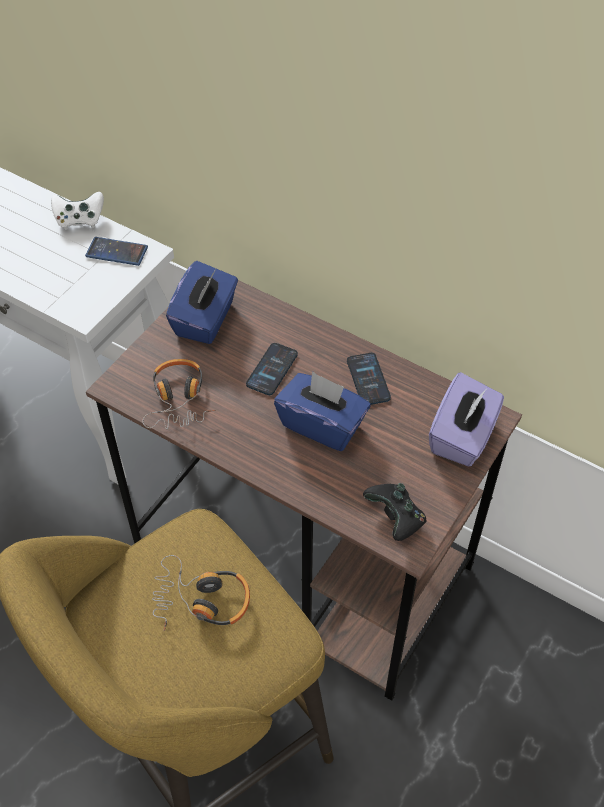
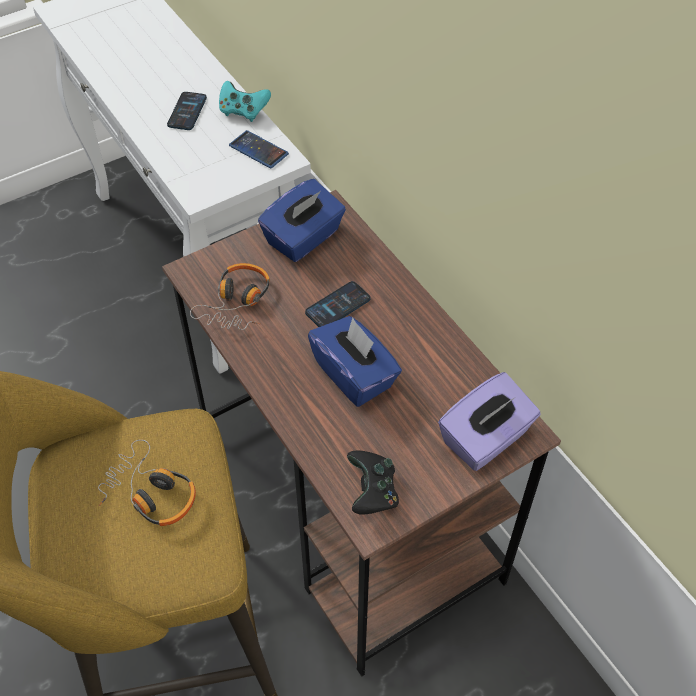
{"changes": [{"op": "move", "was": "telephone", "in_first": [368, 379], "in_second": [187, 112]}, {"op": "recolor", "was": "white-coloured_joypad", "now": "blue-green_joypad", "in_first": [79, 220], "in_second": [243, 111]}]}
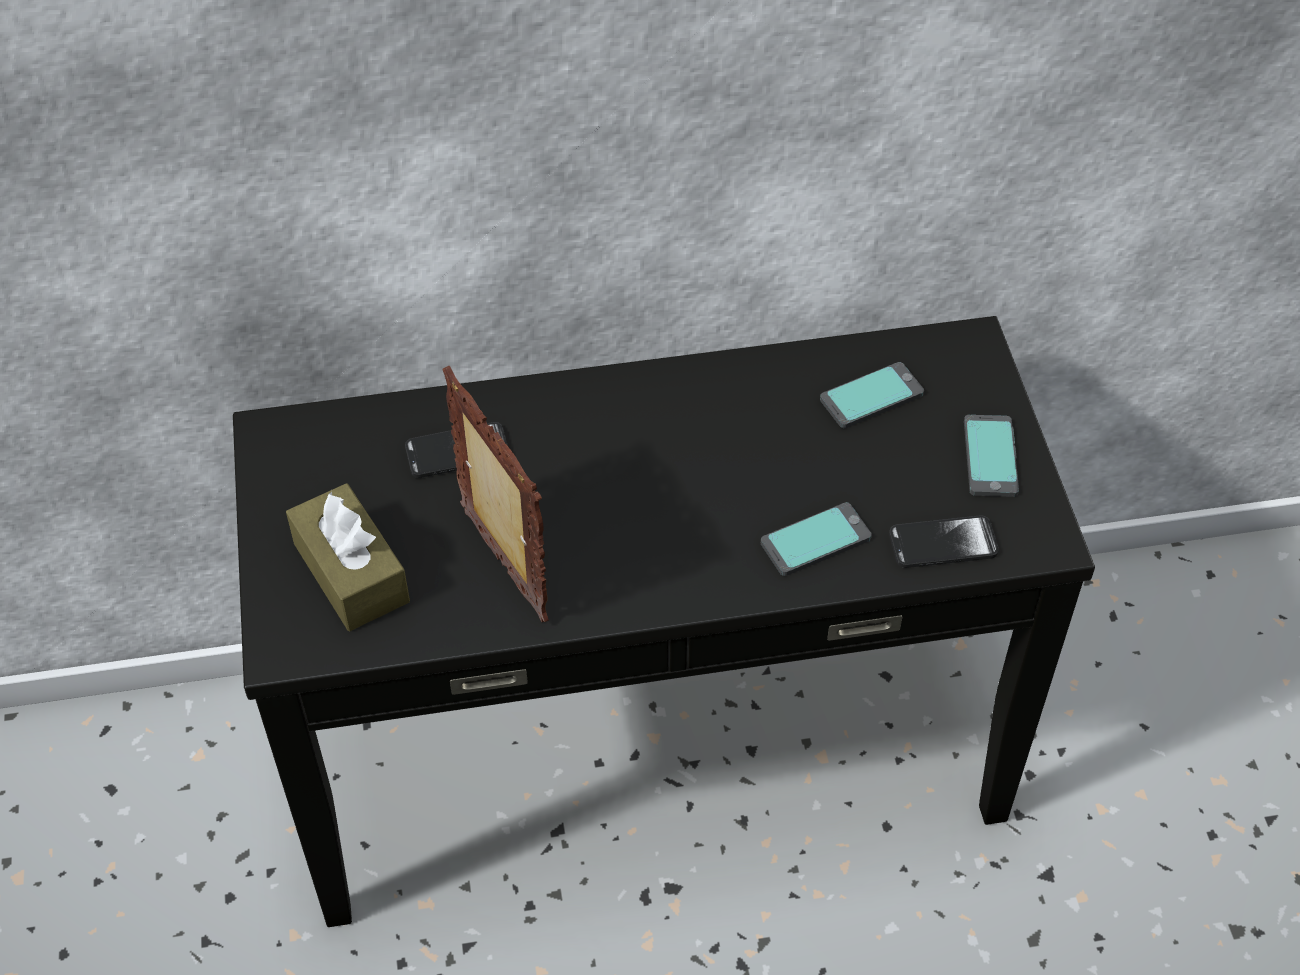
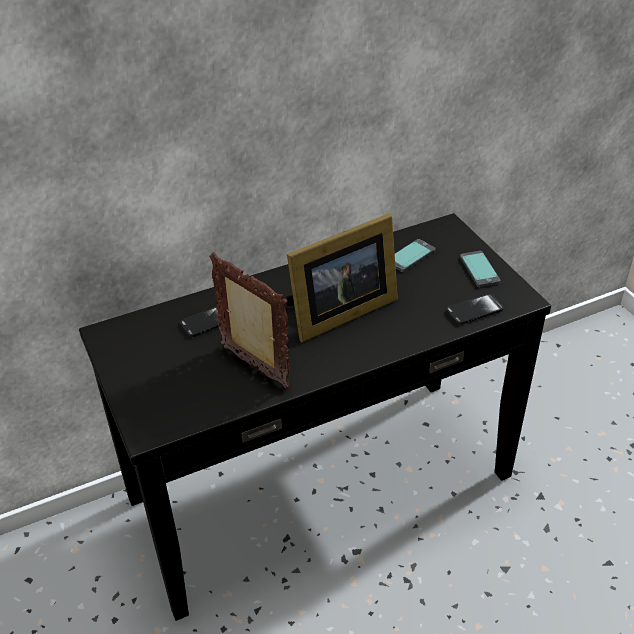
{"changes": [{"op": "delete", "was": "brown-coloured_tissue_box", "in_first": [351, 573]}, {"op": "delete", "was": "telephone", "in_first": [815, 540]}, {"op": "insert", "now": "standing_frame", "in_second": [338, 313]}]}
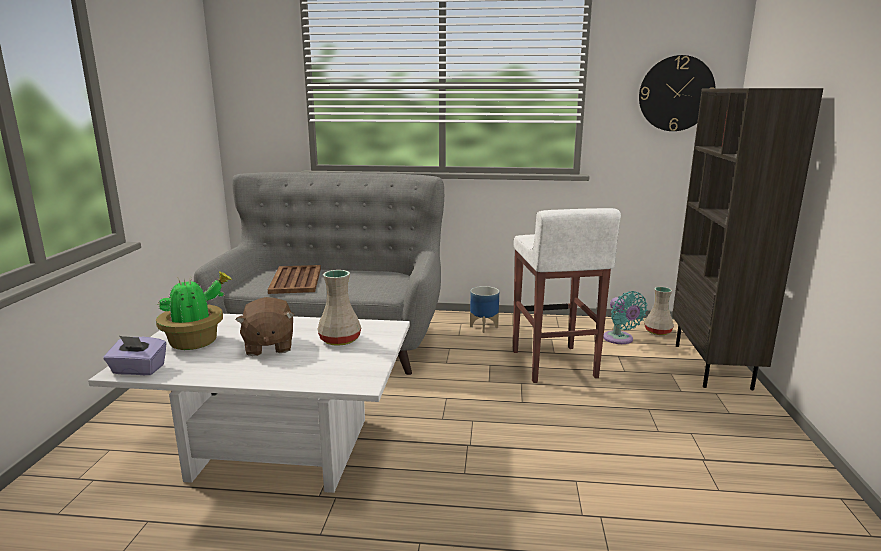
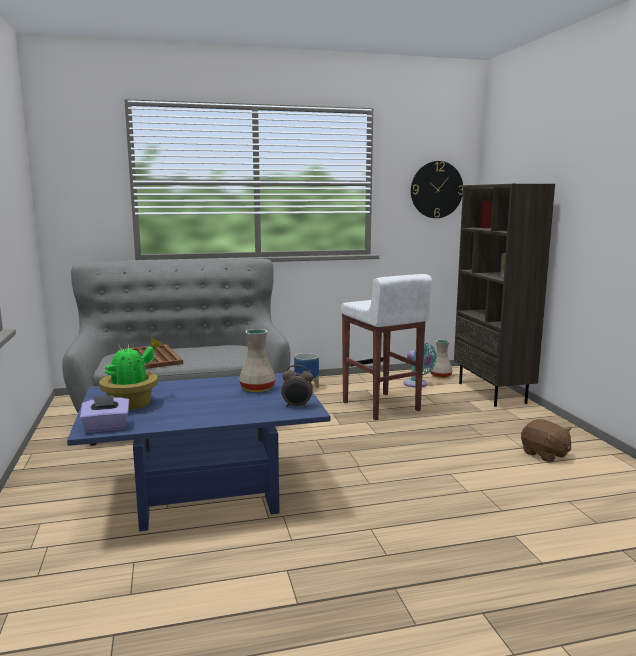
{"changes": [{"op": "insert", "now": "alarm_clock", "in_second": [297, 406]}, {"op": "move", "was": "brown-coloured_cuddly_toy", "in_first": [268, 346], "in_second": [544, 454]}, {"op": "recolor", "was": "white-coloured_lounge_table", "now": "bluish_lounge_table", "in_first": [277, 451], "in_second": [205, 496]}]}
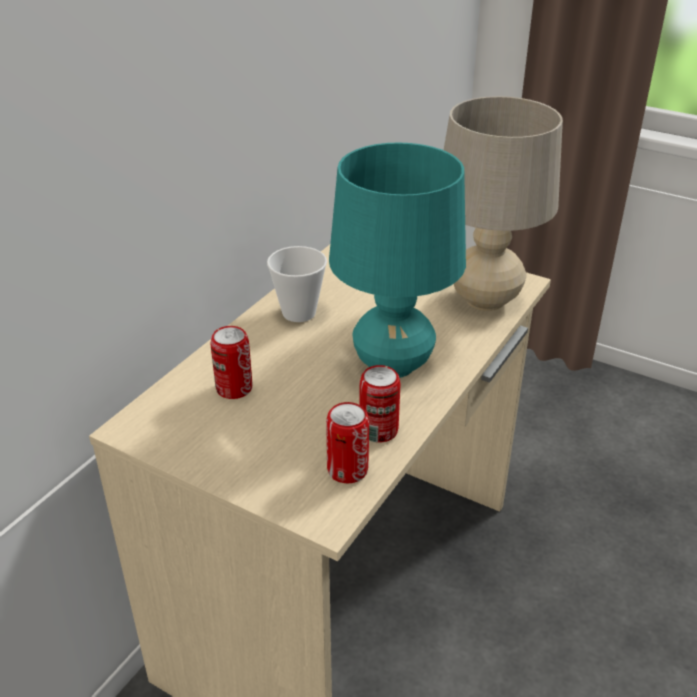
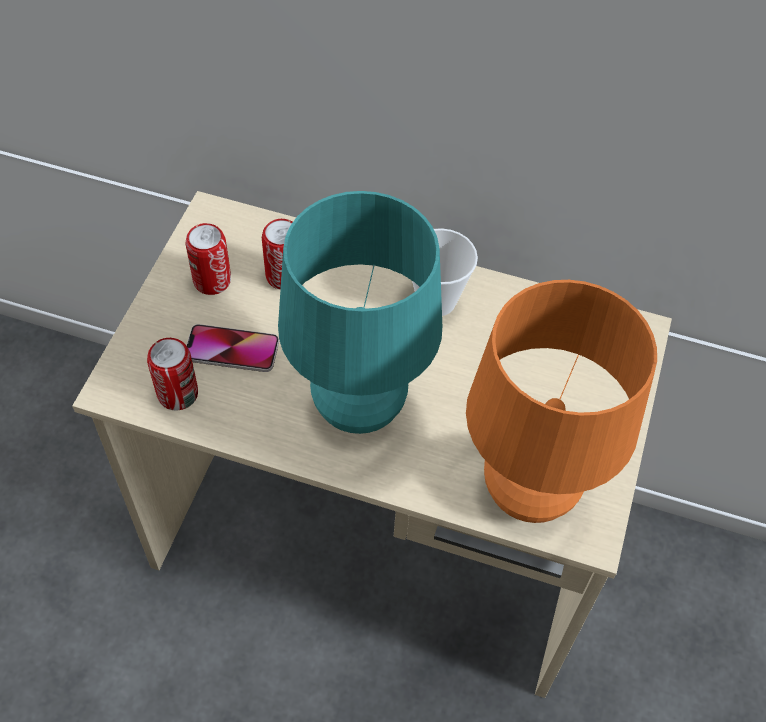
{"changes": [{"op": "insert", "now": "telephone", "in_second": [232, 349]}, {"op": "move", "was": "metal_can", "in_first": [378, 430], "in_second": [212, 281]}, {"op": "recolor", "was": "beige-coloured_table_lamp", "now": "orangey_table_lamp", "in_first": [485, 300], "in_second": [528, 491]}]}
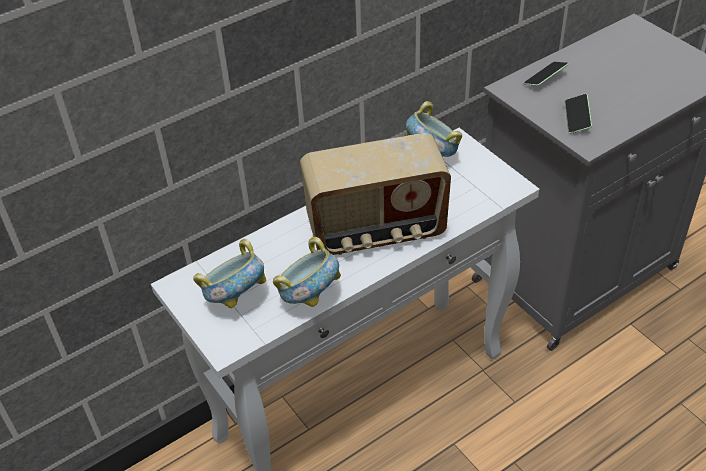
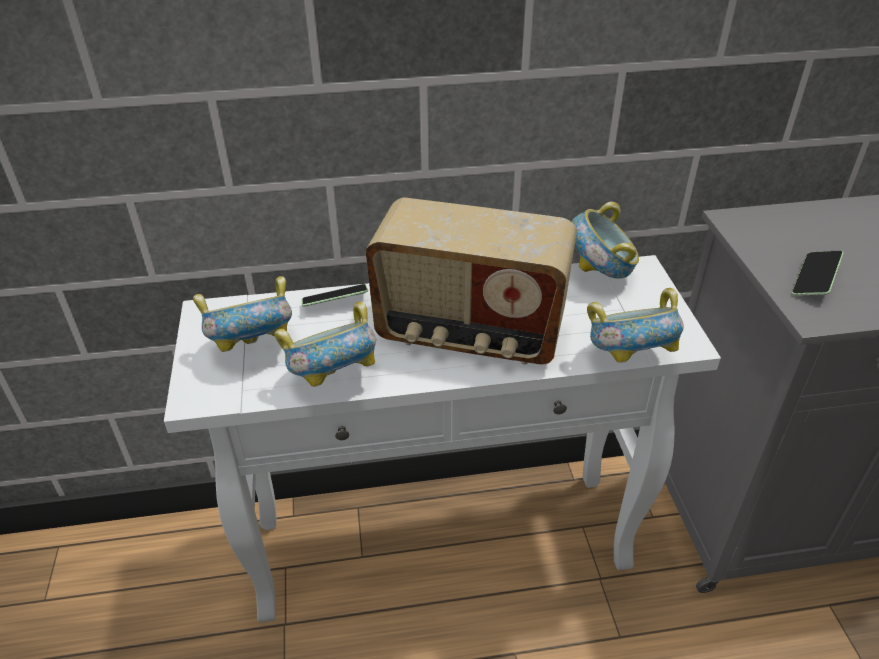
{"changes": [{"op": "insert", "now": "serving_bowl", "in_second": [629, 359]}, {"op": "move", "was": "telephone", "in_first": [545, 79], "in_second": [335, 303]}]}
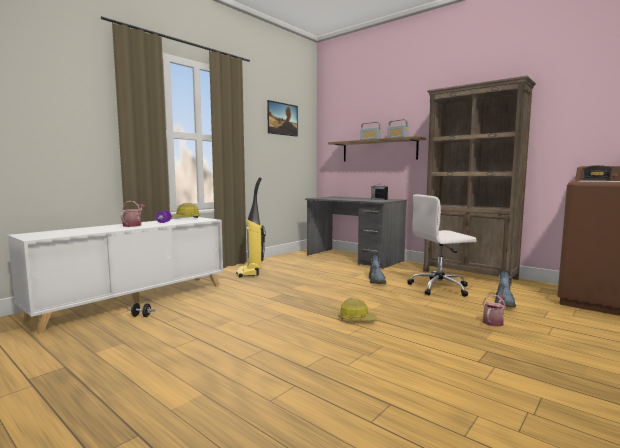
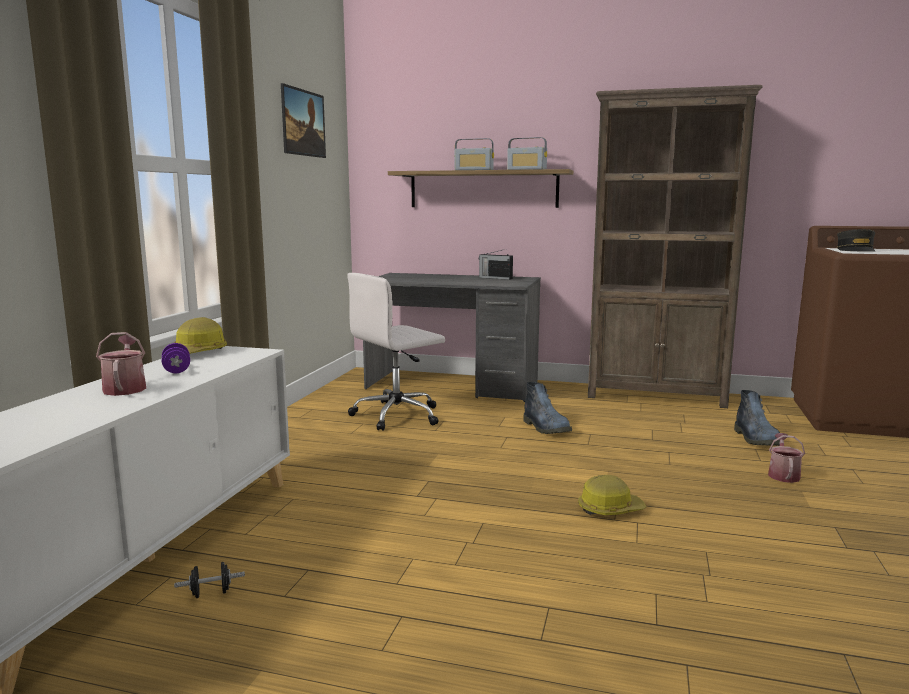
{"changes": [{"op": "delete", "was": "vacuum", "in_first": [250, 273]}, {"op": "move", "was": "white-coloured_computer_chair", "in_first": [440, 288], "in_second": [398, 415]}]}
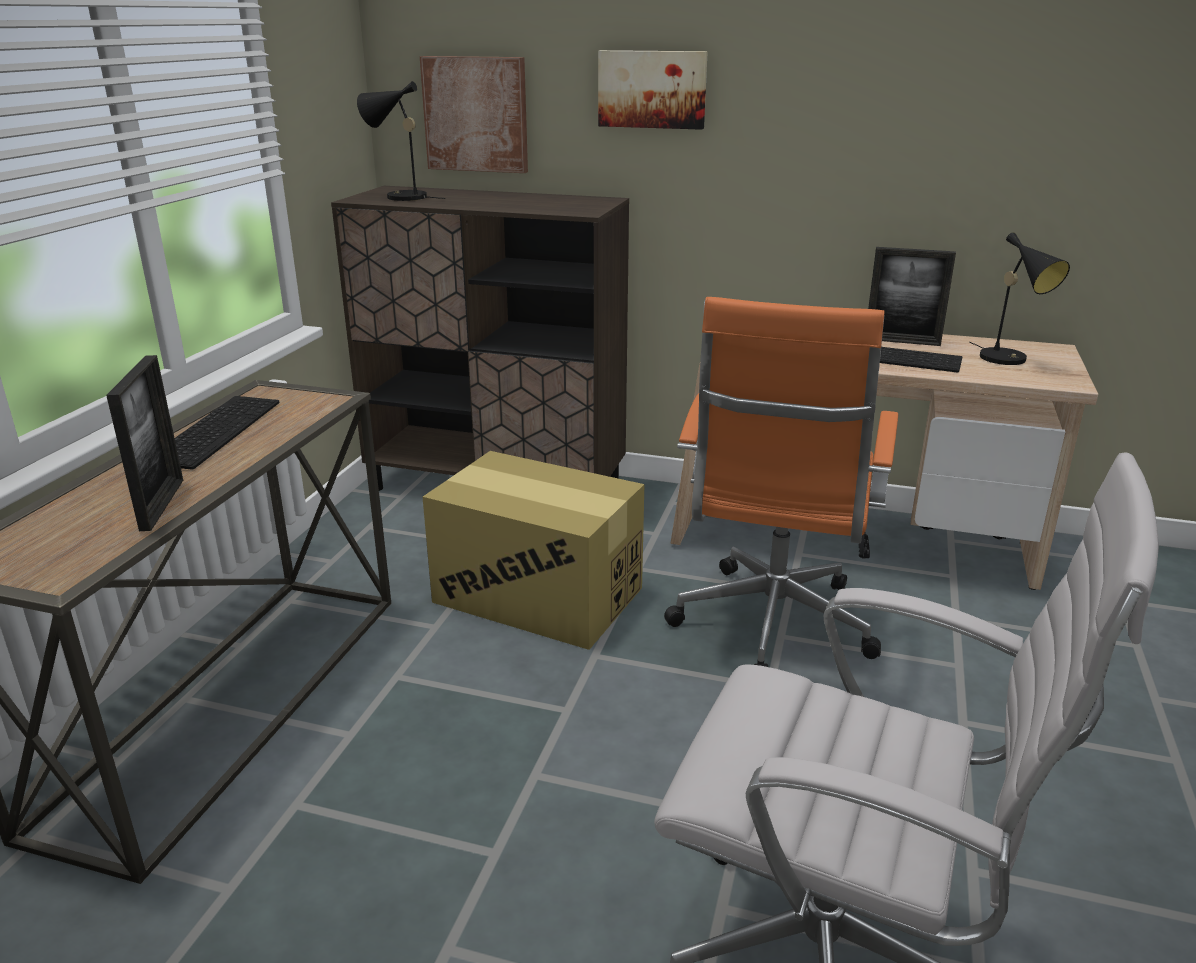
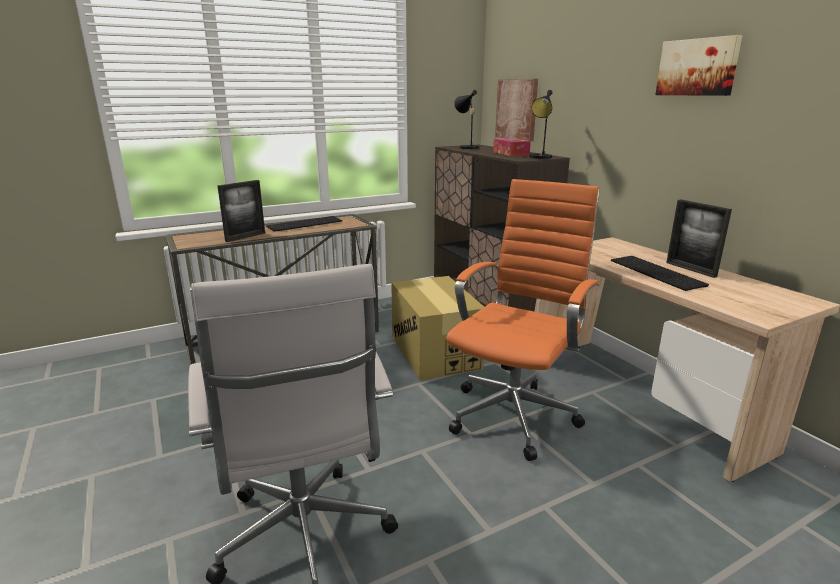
{"changes": [{"op": "insert", "now": "tissue_box", "in_second": [510, 153]}, {"op": "move", "was": "wall_art", "in_first": [652, 89], "in_second": [698, 67]}, {"op": "move", "was": "blackish_table_lamp", "in_first": [1009, 360], "in_second": [540, 157]}, {"op": "rotate", "was": "orangey_computer_chair", "in_first": [771, 629], "in_second": [515, 413], "clockwise": 150}]}
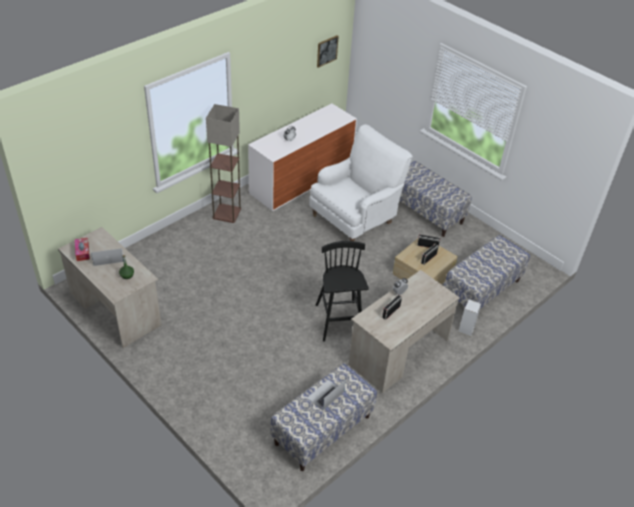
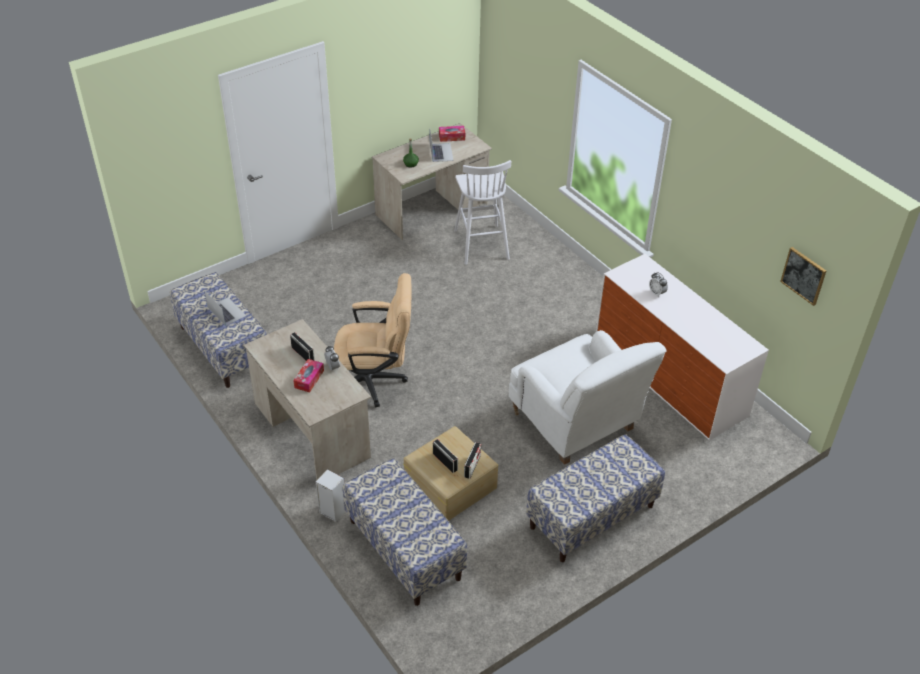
{"changes": [{"op": "delete", "was": "standard_lamp", "in_first": [226, 213]}, {"op": "insert", "now": "tissue_box", "in_second": [309, 379]}, {"op": "insert", "now": "white-coloured_stool", "in_second": [481, 244]}, {"op": "replace", "was": "blackish_stool", "now": "beige-coloured_computer_chair", "in_first": [339, 322], "in_second": [375, 381]}]}
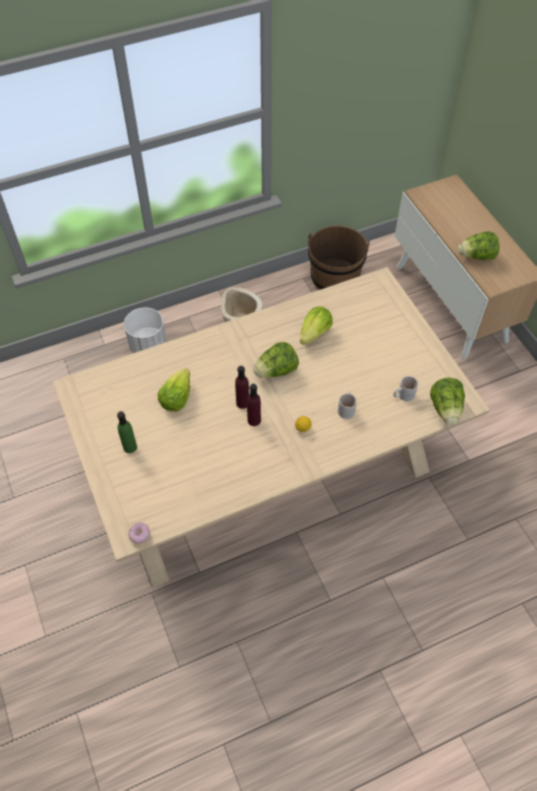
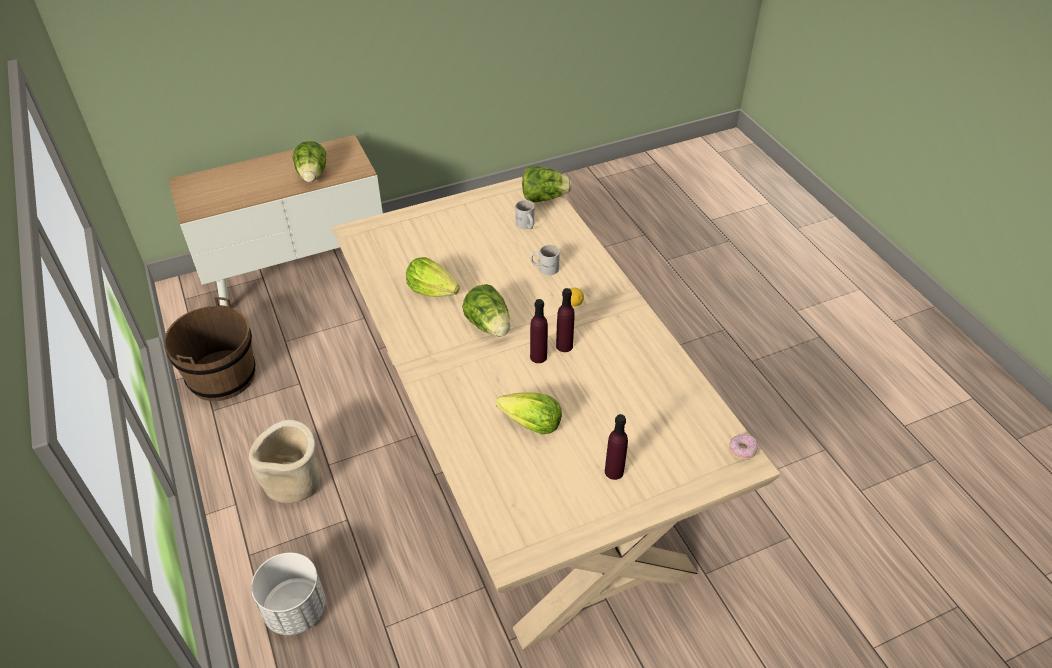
{"changes": [{"op": "recolor", "was": "green-coloured_beverage_bottle", "now": "purple_beverage_bottle", "in_first": [130, 447], "in_second": [614, 471]}]}
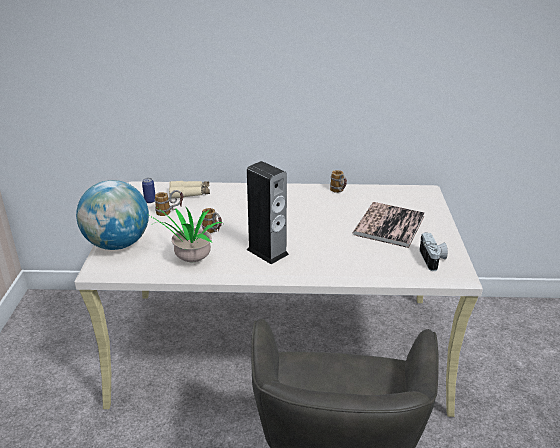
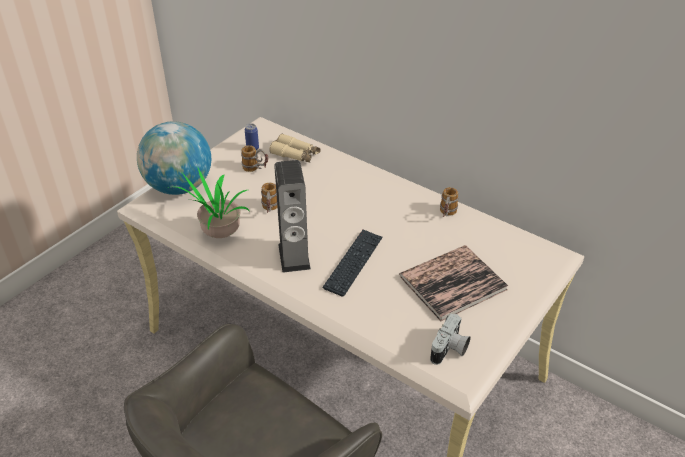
{"changes": [{"op": "insert", "now": "computer_keyboard", "in_second": [353, 263]}]}
